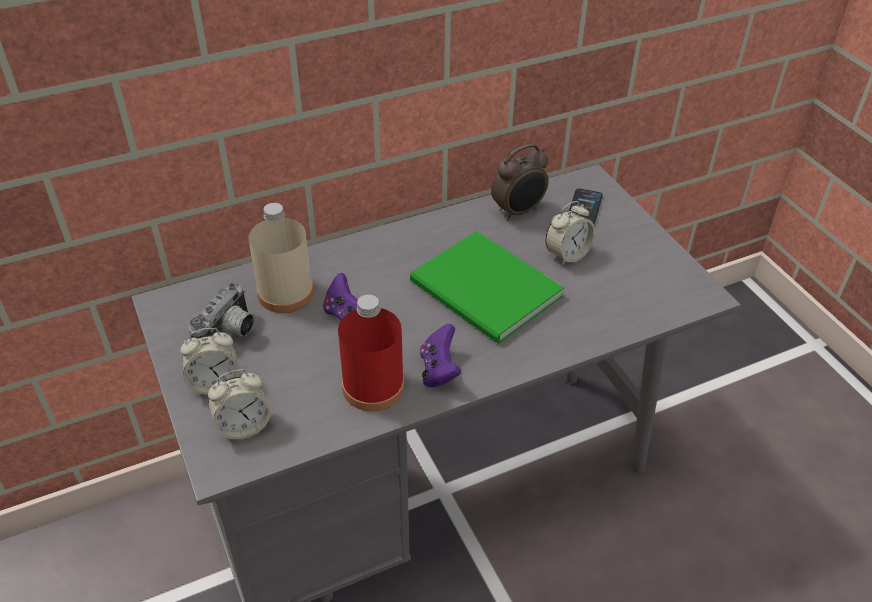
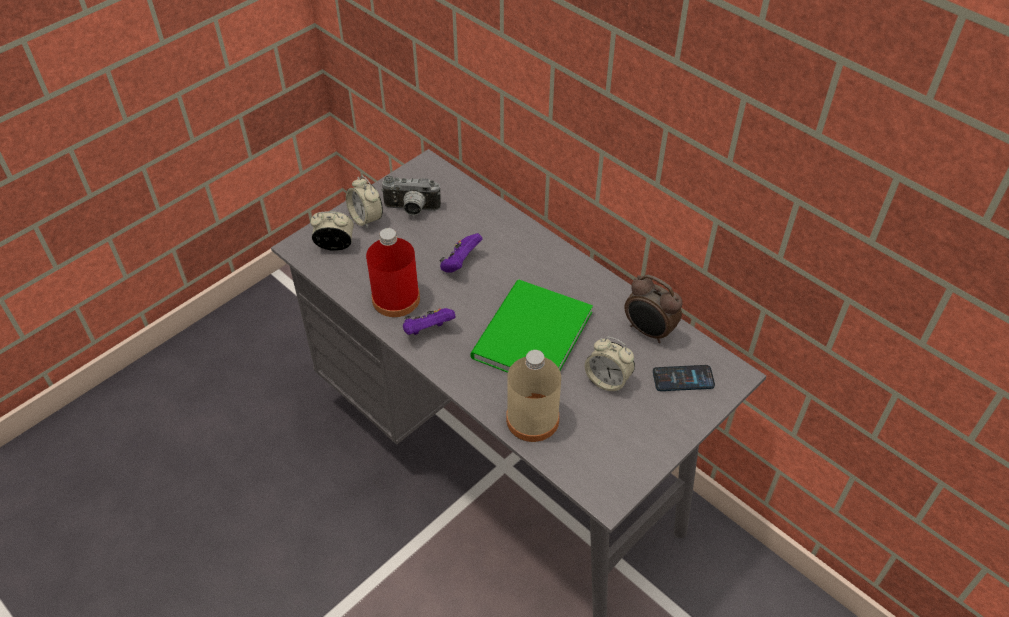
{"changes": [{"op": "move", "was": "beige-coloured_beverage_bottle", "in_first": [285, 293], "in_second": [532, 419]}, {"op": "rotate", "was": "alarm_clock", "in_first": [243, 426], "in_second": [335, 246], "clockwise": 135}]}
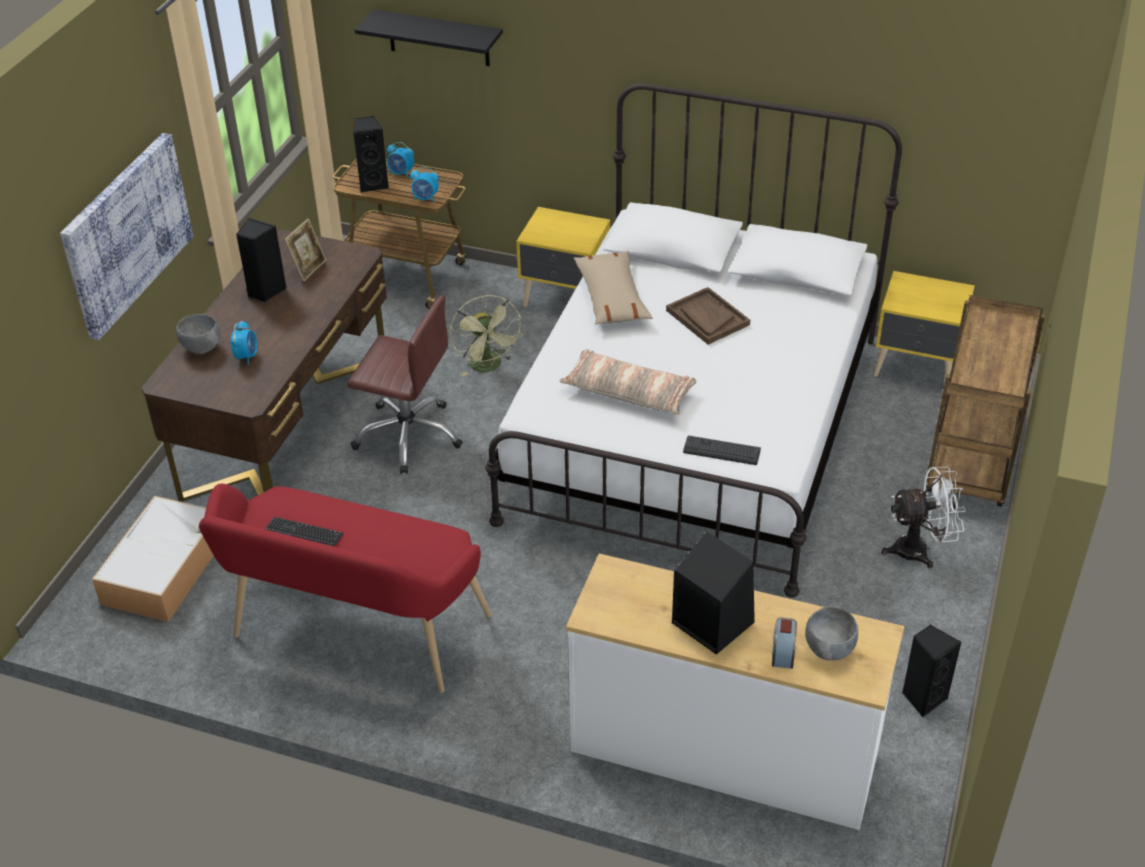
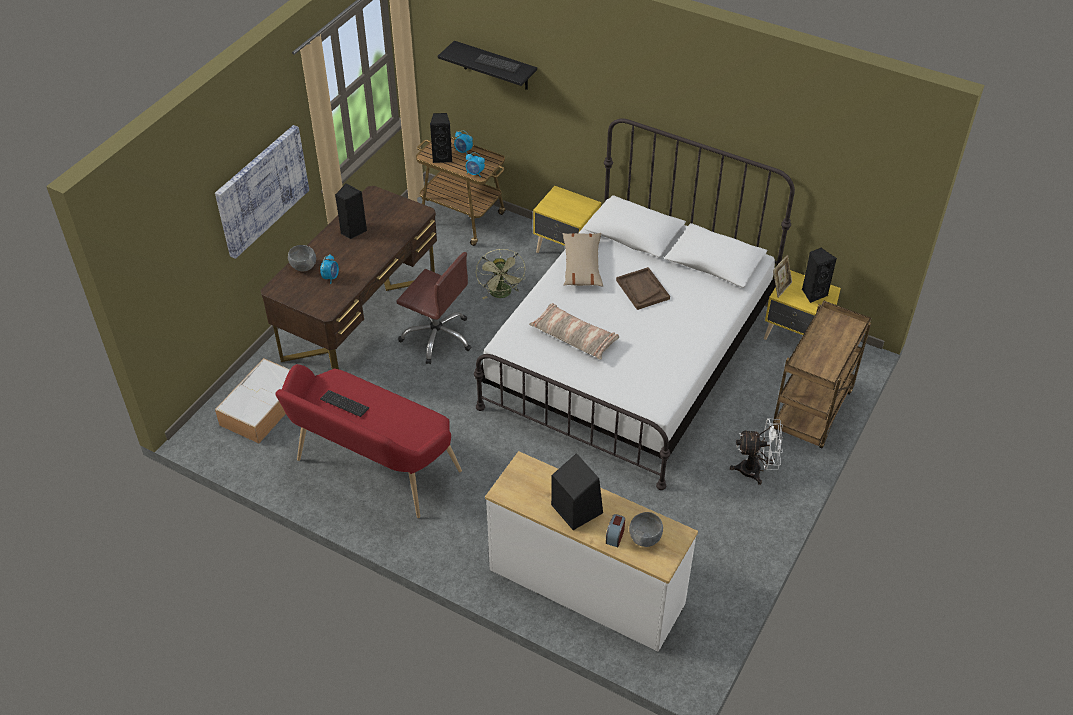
{"changes": [{"op": "move", "was": "standing_frame", "in_first": [308, 269], "in_second": [780, 287]}, {"op": "move", "was": "computer_keyboard", "in_first": [721, 451], "in_second": [497, 64]}, {"op": "move", "was": "blackish_speaker", "in_first": [923, 698], "in_second": [813, 293]}]}
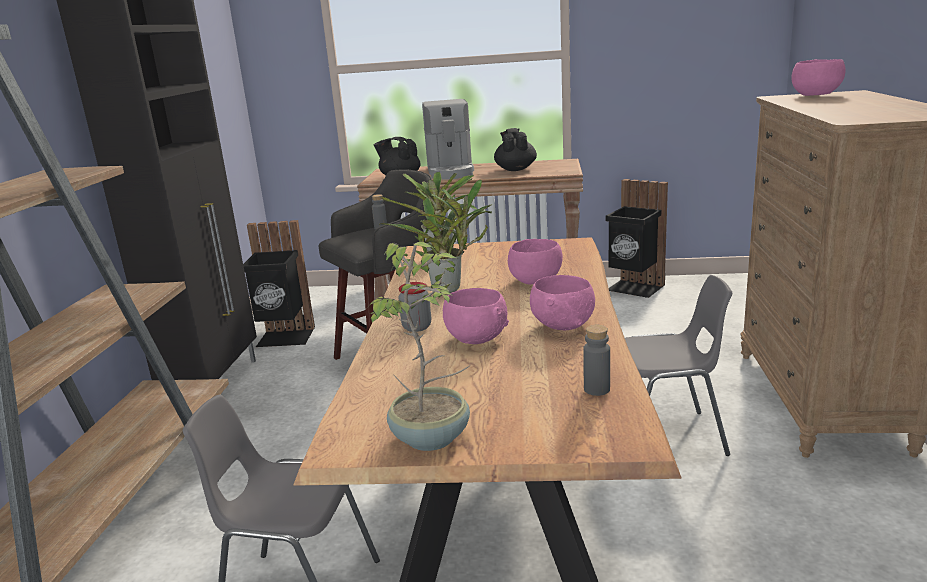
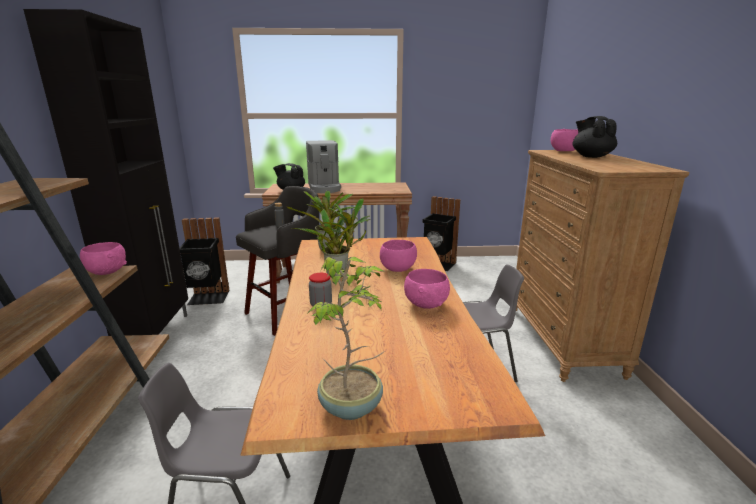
{"changes": [{"op": "delete", "was": "gray_beverage_bottle", "in_first": [596, 389]}, {"op": "move", "was": "pinkish_serving_bowl", "in_first": [476, 339], "in_second": [107, 272]}, {"op": "move", "was": "blackish_teapot", "in_first": [515, 169], "in_second": [591, 156]}]}
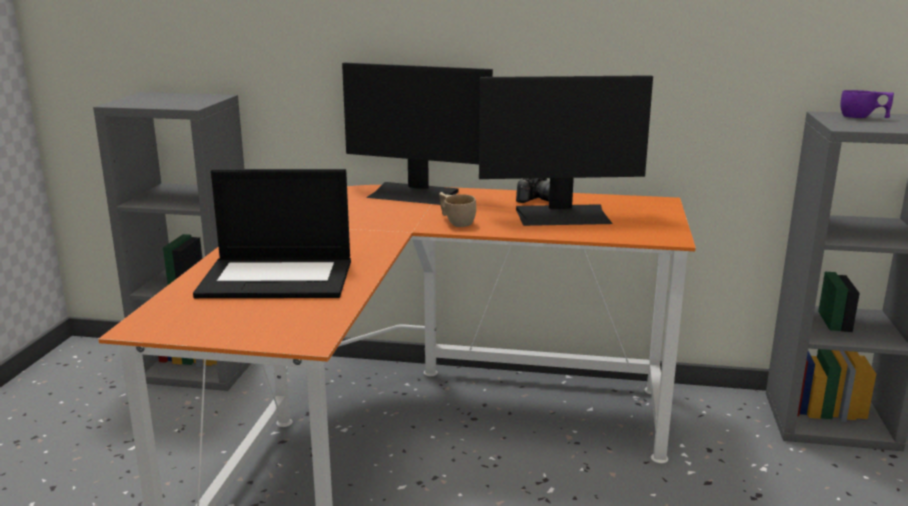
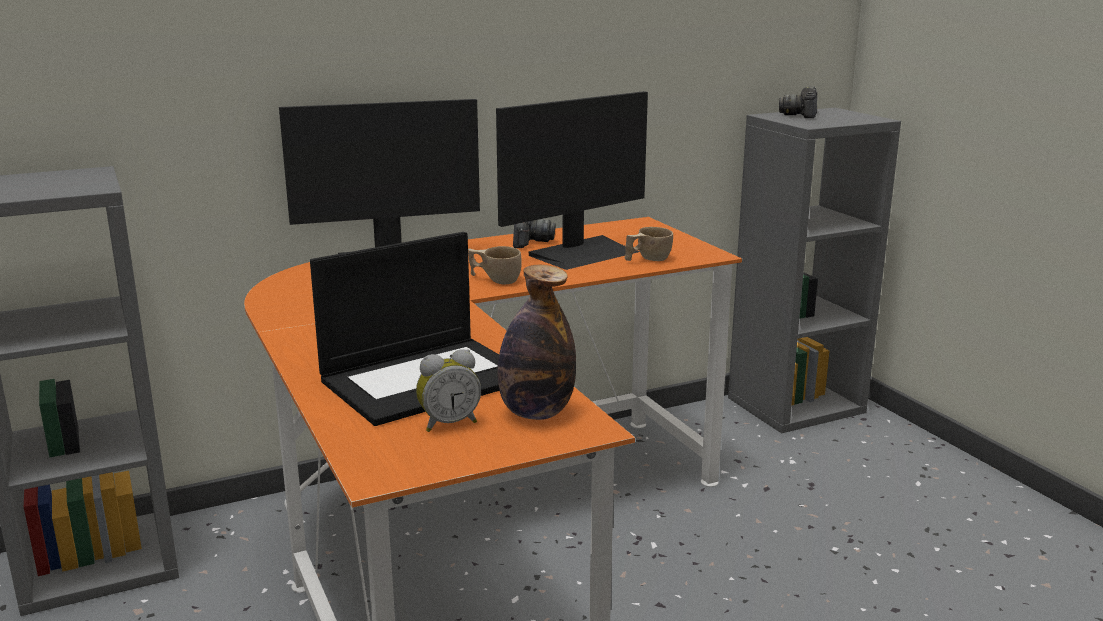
{"changes": [{"op": "insert", "now": "alarm_clock", "in_second": [448, 423]}, {"op": "insert", "now": "beverage_bottle", "in_second": [536, 413]}, {"op": "insert", "now": "beige-coloured_cup", "in_second": [647, 259]}, {"op": "replace", "was": "purple_cup", "now": "photo_camera", "in_first": [863, 118], "in_second": [801, 115]}]}
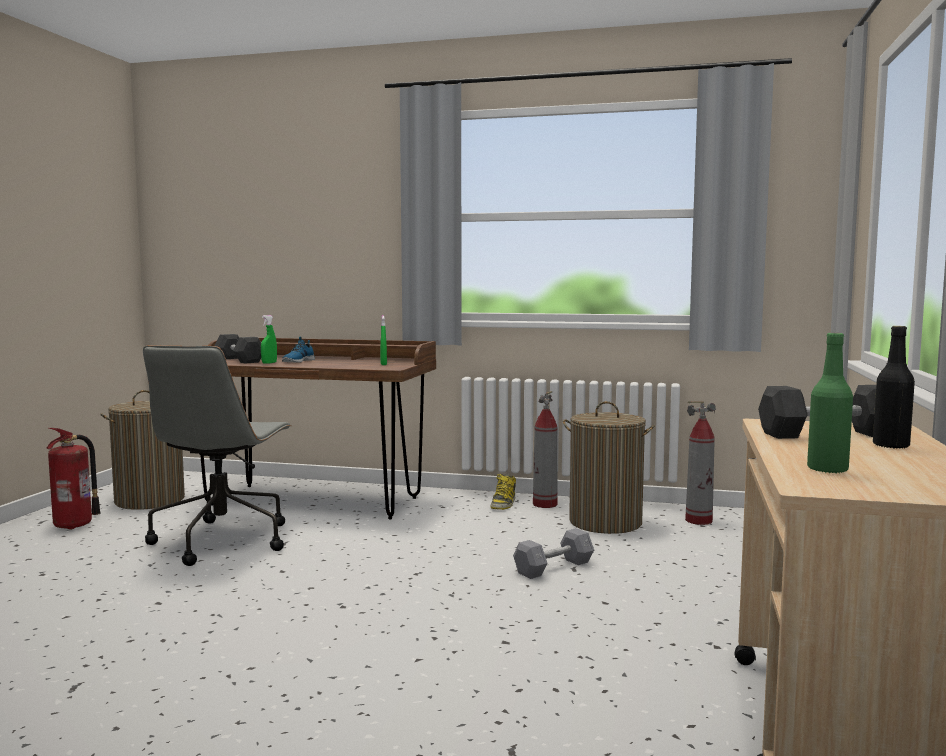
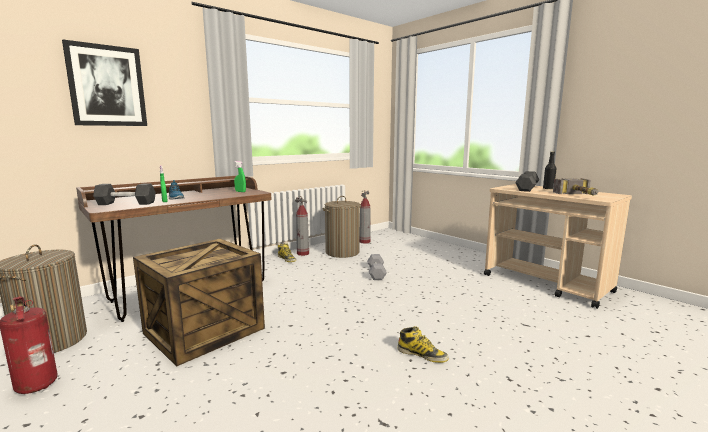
{"changes": [{"op": "insert", "now": "wall_art", "in_second": [107, 86]}, {"op": "insert", "now": "boot", "in_second": [422, 354]}, {"op": "replace", "was": "gray_computer_chair", "now": "packing_crate", "in_first": [222, 540], "in_second": [204, 331]}, {"op": "replace", "was": "green-coloured_beverage_bottle", "now": "hand_hammer", "in_first": [827, 470], "in_second": [580, 196]}]}
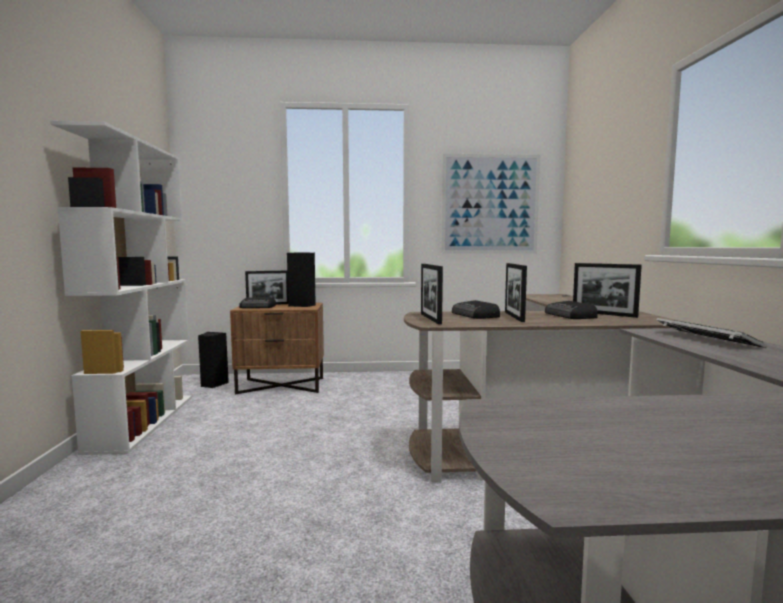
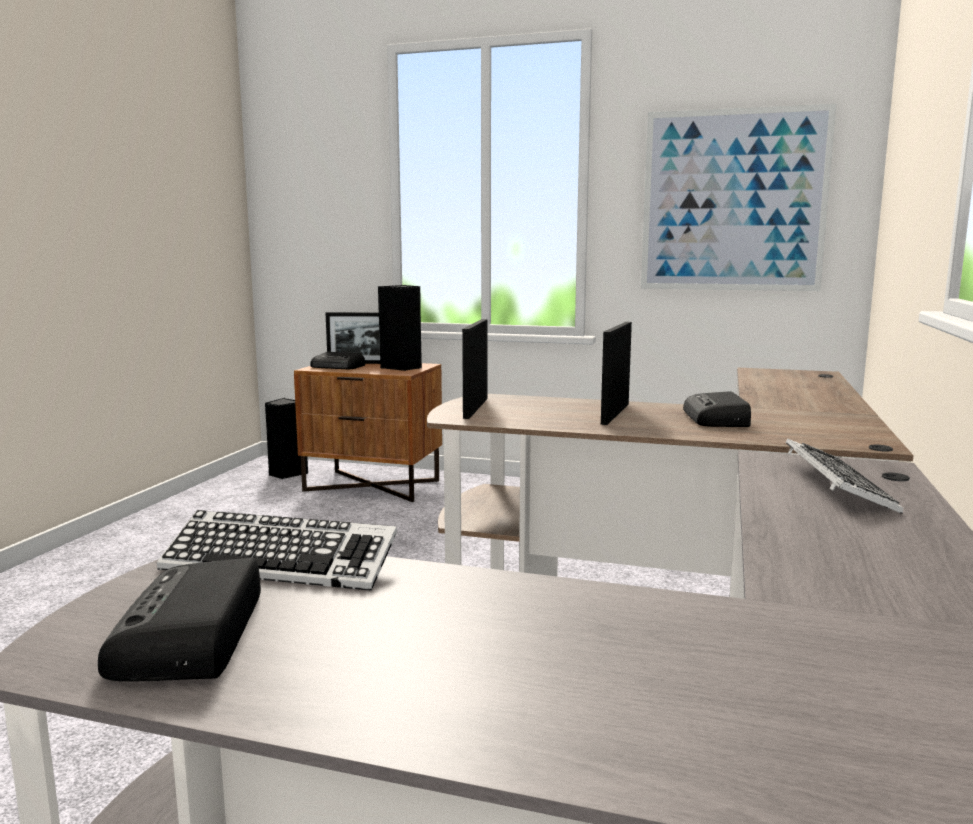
{"changes": [{"op": "delete", "was": "white-coloured_bookshelf", "in_first": [143, 421]}, {"op": "delete", "was": "standing_frame", "in_first": [603, 314]}, {"op": "insert", "now": "computer_keyboard", "in_second": [280, 564]}, {"op": "move", "was": "radio_set", "in_first": [475, 315], "in_second": [190, 635]}]}
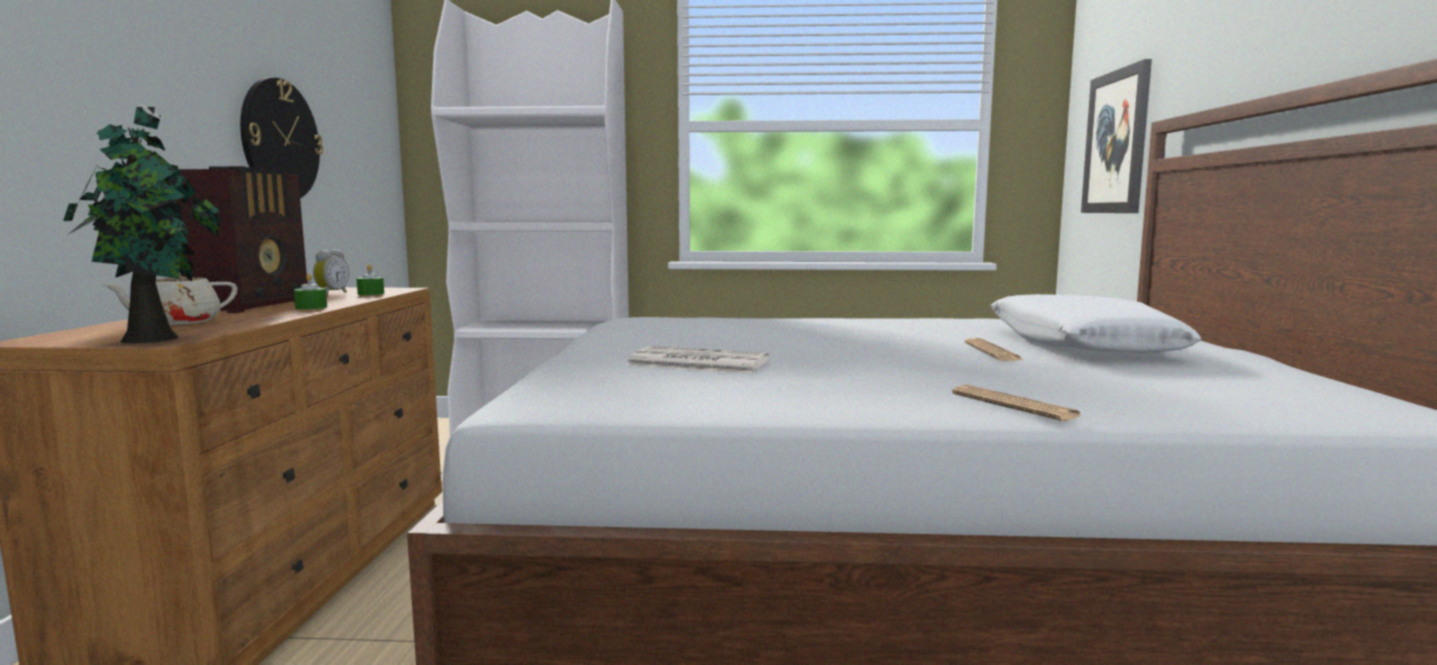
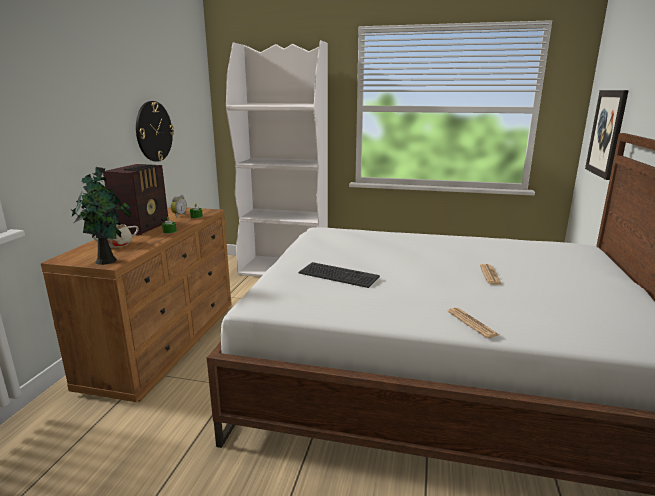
{"changes": [{"op": "delete", "was": "white-coloured_throw_pillow", "in_first": [1080, 345]}, {"op": "replace", "was": "newspaper", "now": "computer_keyboard", "in_first": [695, 363], "in_second": [338, 275]}]}
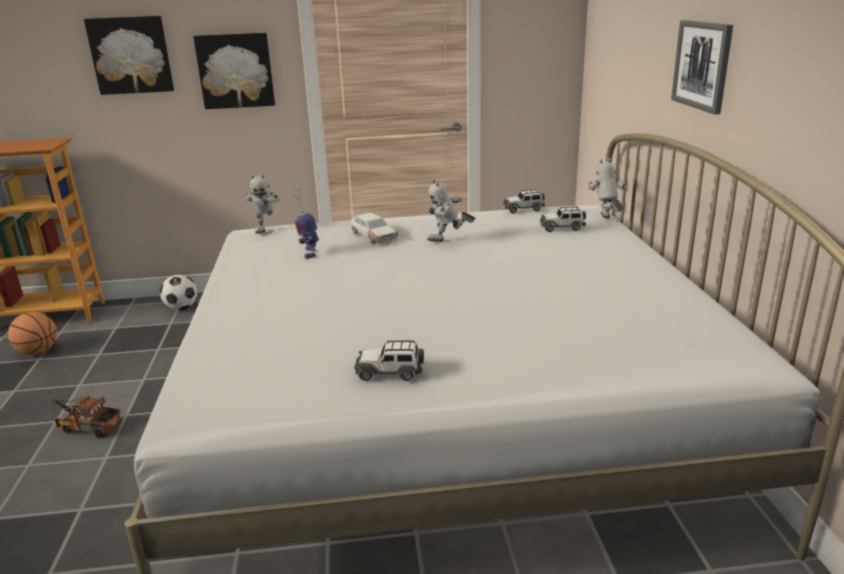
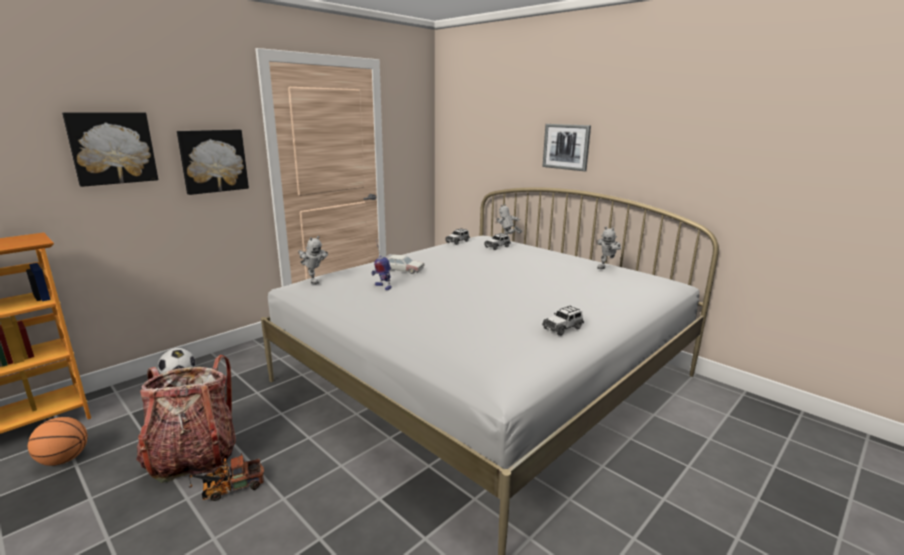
{"changes": [{"op": "insert", "now": "knapsack", "in_second": [193, 457]}, {"op": "move", "was": "model_robot", "in_first": [448, 241], "in_second": [606, 267]}]}
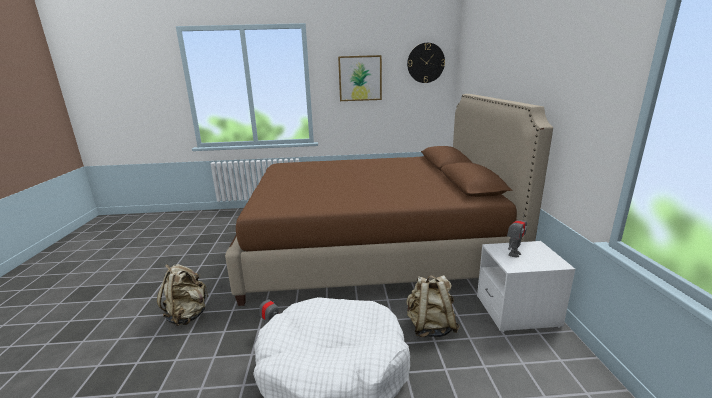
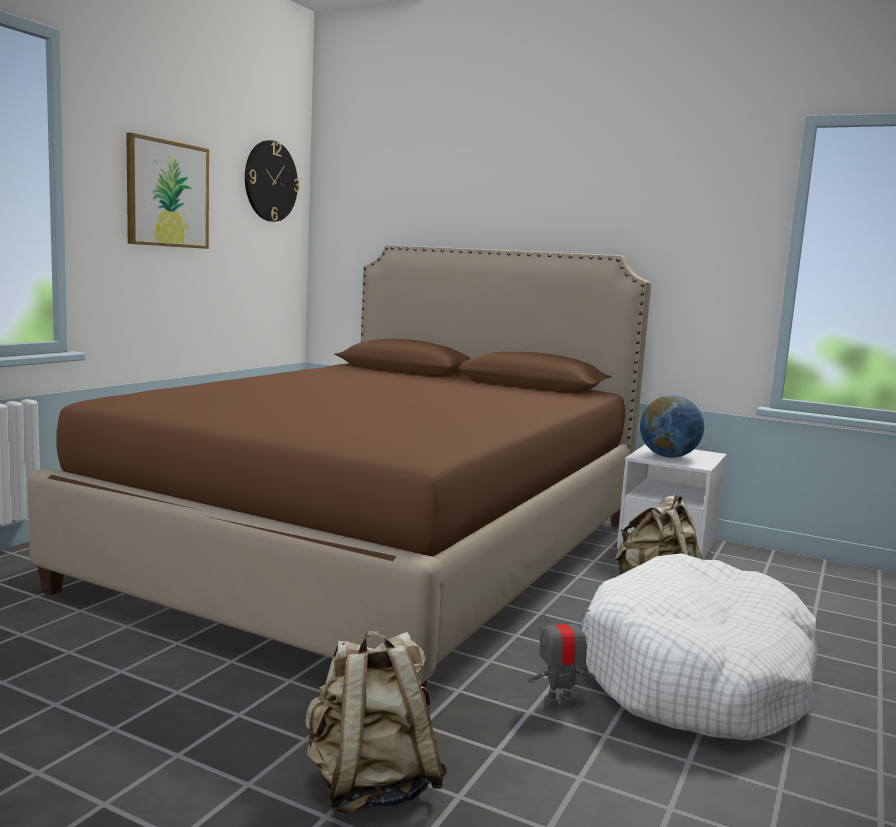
{"changes": [{"op": "replace", "was": "model_robot", "now": "globe", "in_first": [514, 254], "in_second": [668, 456]}]}
